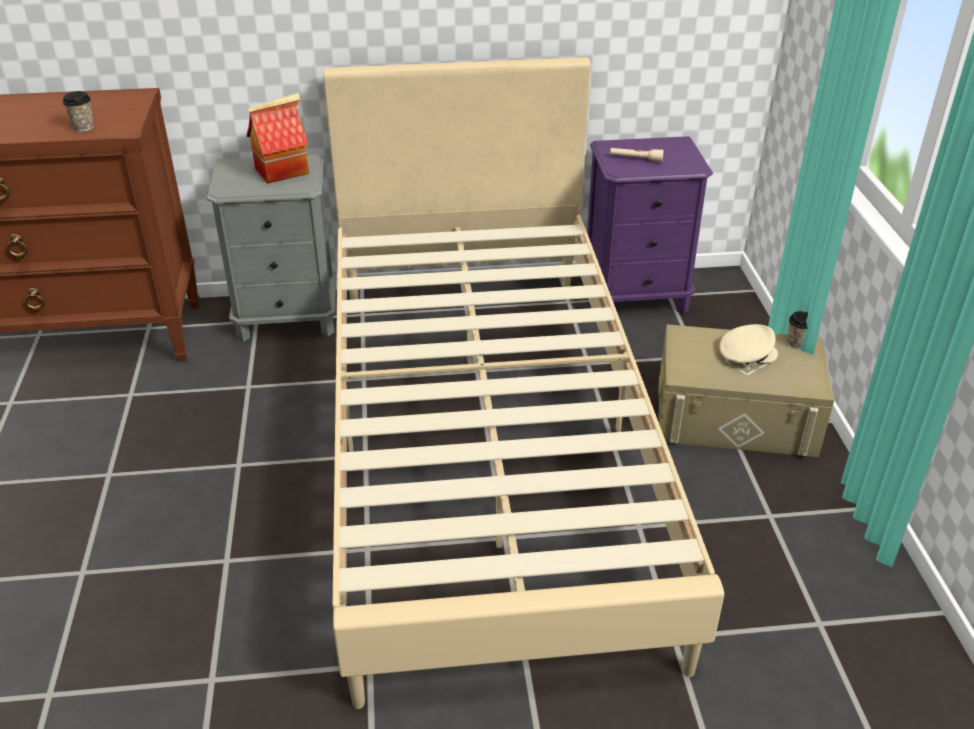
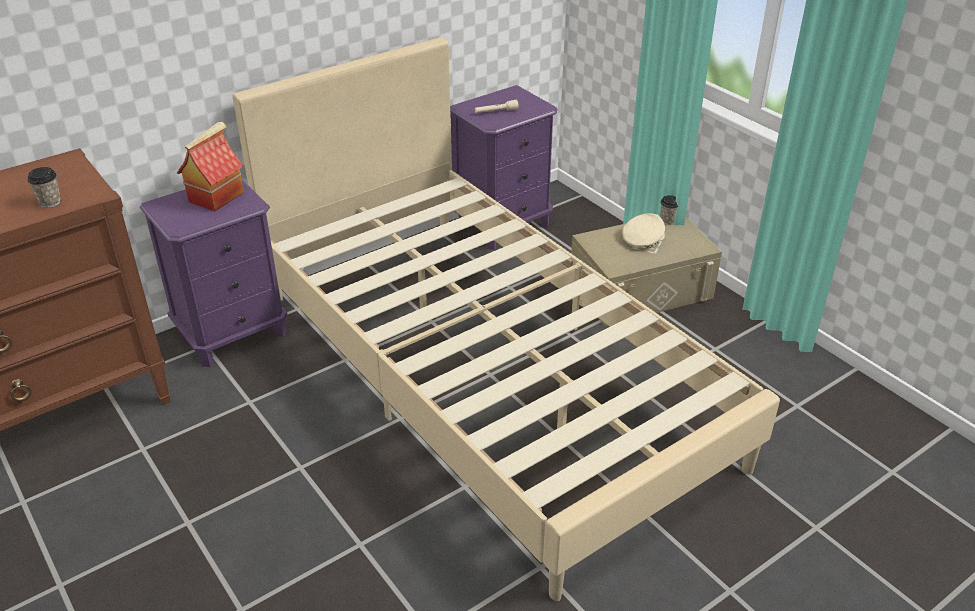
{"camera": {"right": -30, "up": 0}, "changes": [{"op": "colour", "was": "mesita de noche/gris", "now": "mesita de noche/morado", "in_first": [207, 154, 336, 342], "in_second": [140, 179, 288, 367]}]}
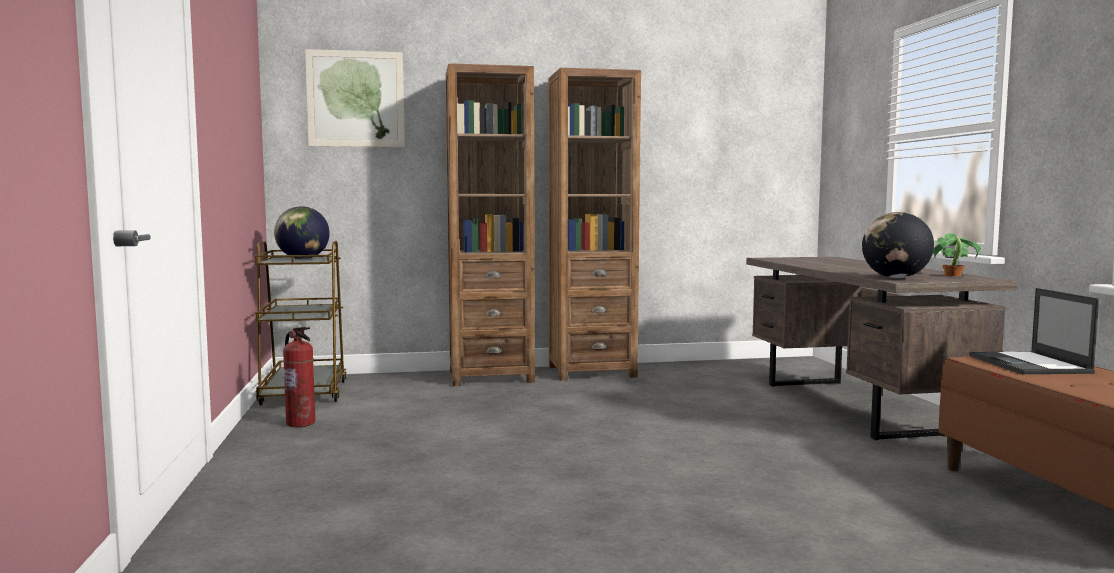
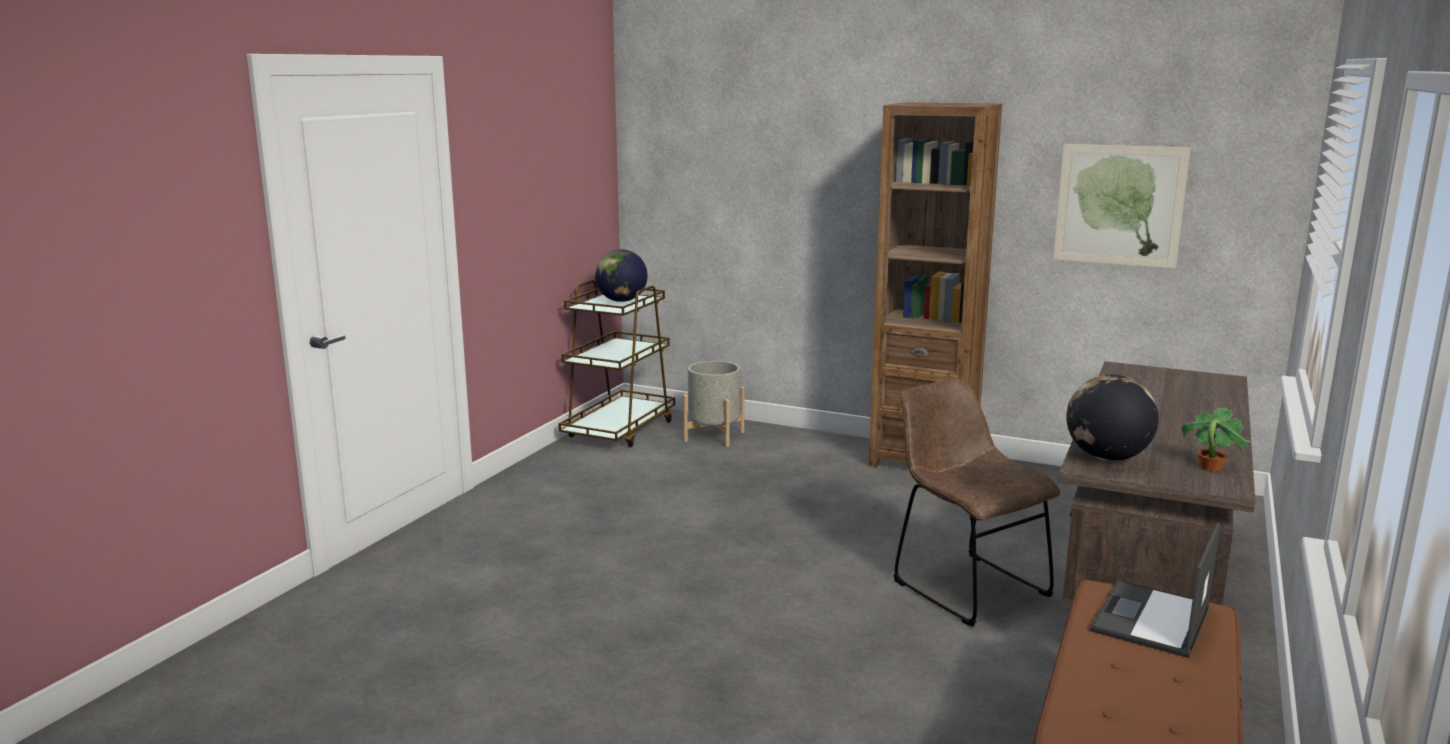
{"camera": {"right": 35, "up": 10}, "changes": [{"op": "missing", "was": "extintor", "in_first": [283, 327, 315, 427]}, {"op": "relocated", "was": "cuadro", "in_first": [305, 49, 405, 147], "in_second": [1053, 144, 1191, 268]}, {"op": "missing", "was": "estantería/marrón", "in_first": [445, 63, 535, 386]}, {"op": "appeared", "now": "maceta/gris", "in_second": [683, 361, 744, 447]}, {"op": "appeared", "now": "silla/marrón", "in_second": [893, 378, 1060, 627]}]}
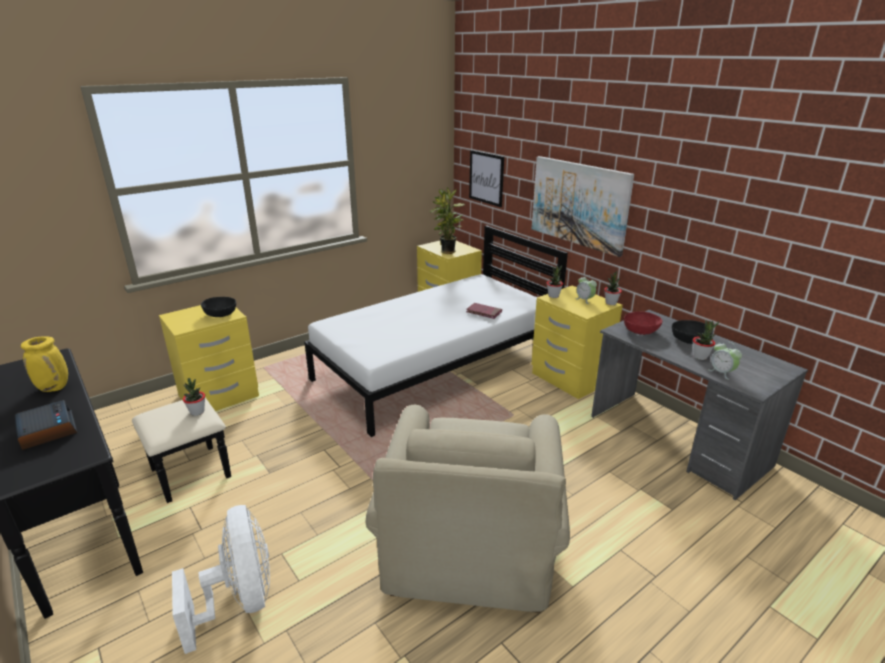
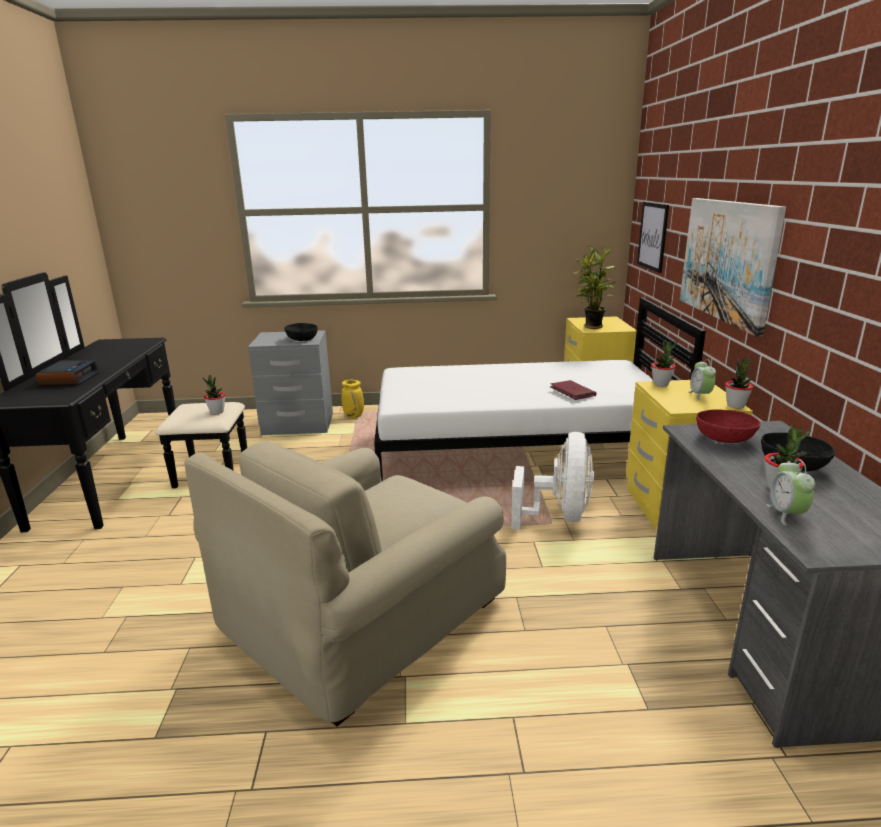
{"camera": {"right": 35, "up": -5}, "changes": [{"op": "relocated", "was": "florero/amarillo", "in_first": [21, 336, 68, 392], "in_second": [341, 380, 364, 418]}, {"op": "colour", "was": "mesita de noche/amarillo", "now": "mesita de noche/gris", "in_first": [159, 305, 259, 411], "in_second": [248, 330, 333, 435]}, {"op": "relocated", "was": "ventilador/blanco", "in_first": [172, 505, 270, 654], "in_second": [511, 432, 594, 530]}]}
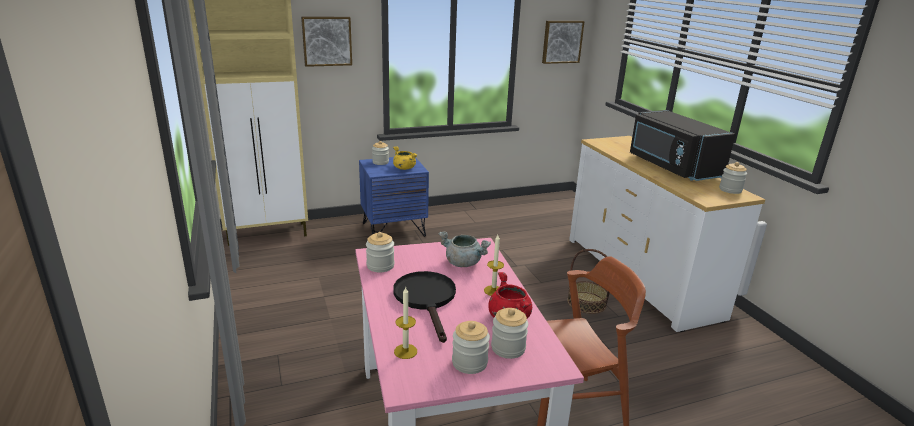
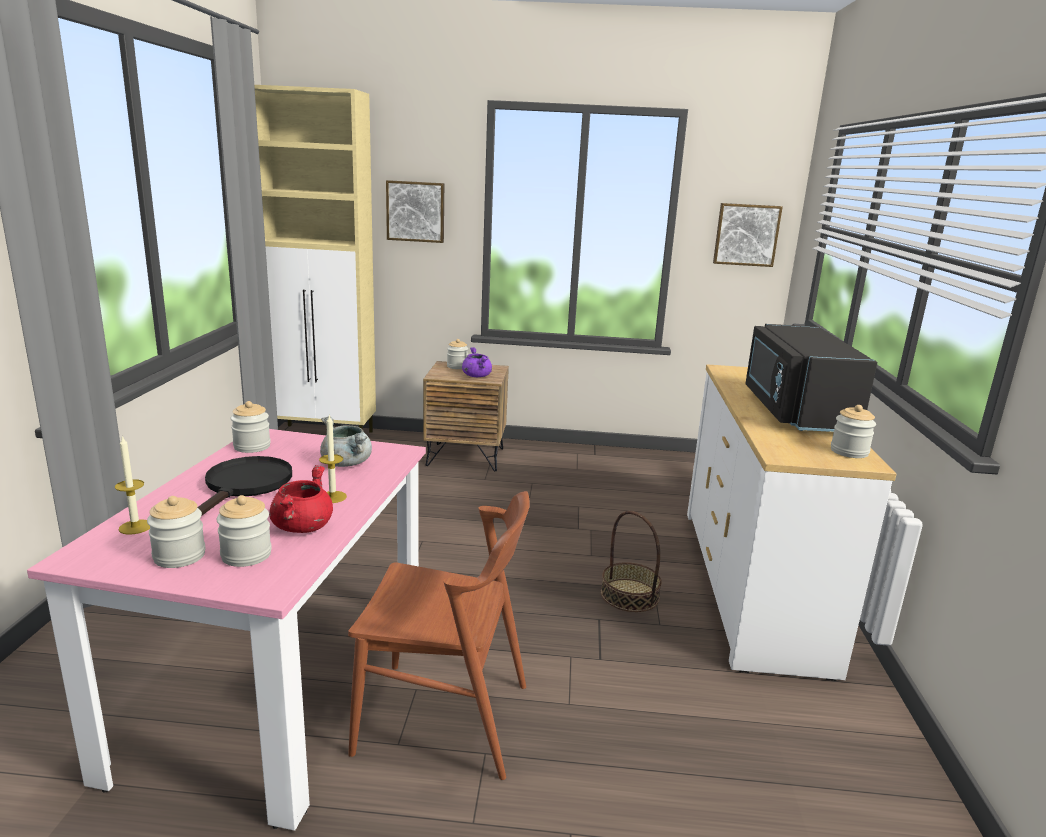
{"camera": {"right": 25, "up": -5}, "changes": [{"op": "colour", "was": "mesita de noche/azul", "now": "mesita de noche/marrón", "in_first": [359, 157, 429, 237], "in_second": [423, 361, 509, 472]}, {"op": "colour", "was": "olla/amarillo", "now": "olla/morado", "in_first": [393, 146, 418, 170], "in_second": [462, 347, 492, 377]}]}
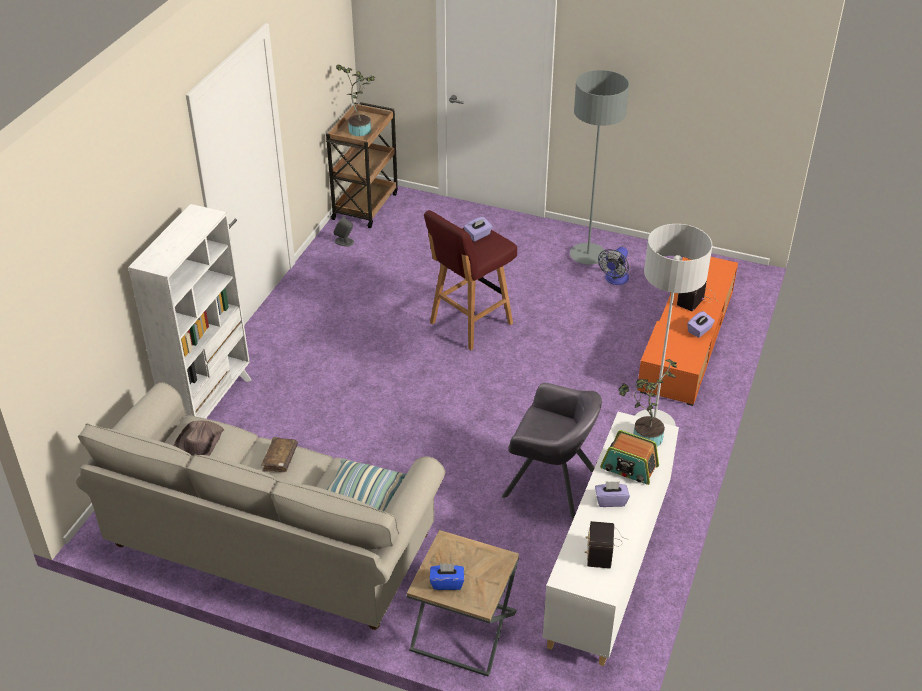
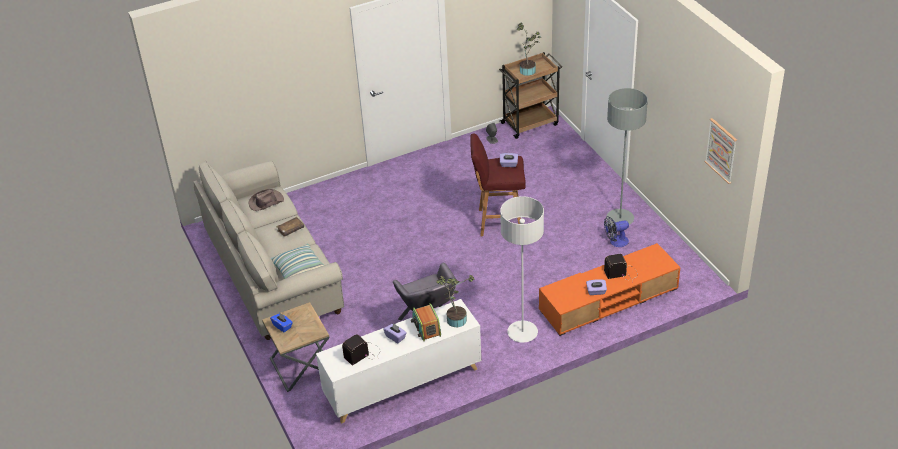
{"camera": {"right": 45, "up": 0}, "changes": [{"op": "missing", "was": "estantería/blanco", "in_first": [128, 204, 252, 419]}, {"op": "appeared", "now": "cuadro", "in_second": [705, 118, 737, 184]}]}
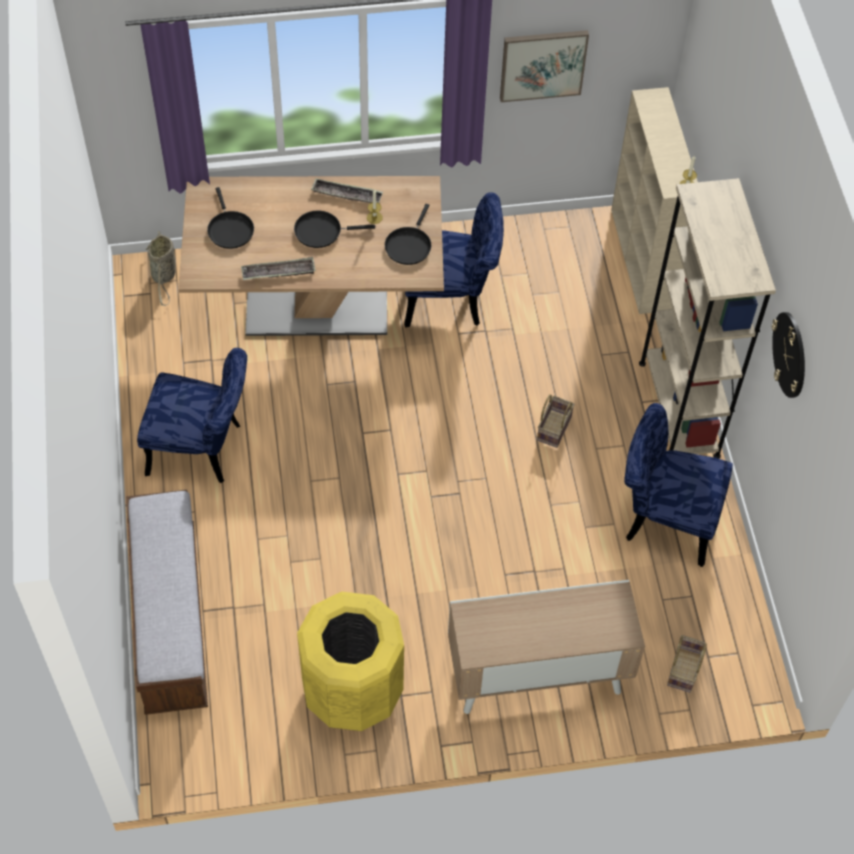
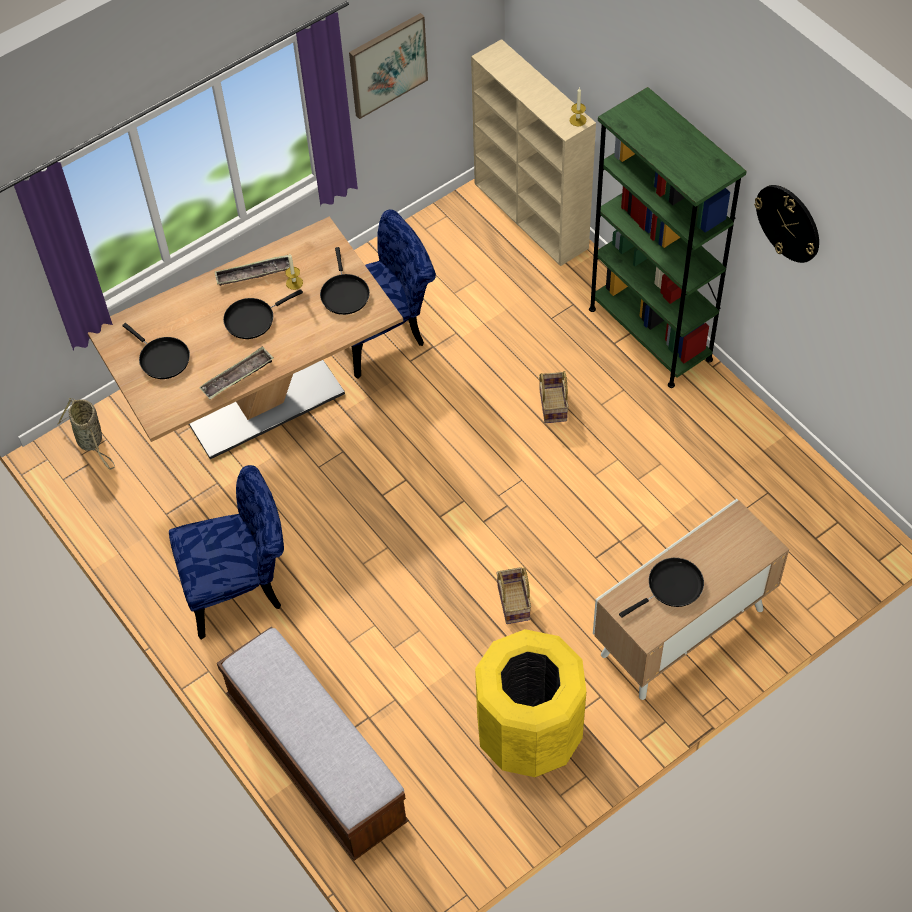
{"camera": {"right": -25, "up": 0}, "changes": [{"op": "missing", "was": "silla/azul", "in_first": [624, 403, 733, 567]}, {"op": "colour", "was": "estantería/beis", "now": "estantería/verde", "in_first": [639, 178, 776, 459], "in_second": [589, 87, 747, 388]}, {"op": "relocated", "was": "cesta", "in_first": [667, 635, 707, 693], "in_second": [496, 567, 531, 624]}, {"op": "appeared", "now": "sartén/negro", "in_second": [619, 558, 704, 618]}]}
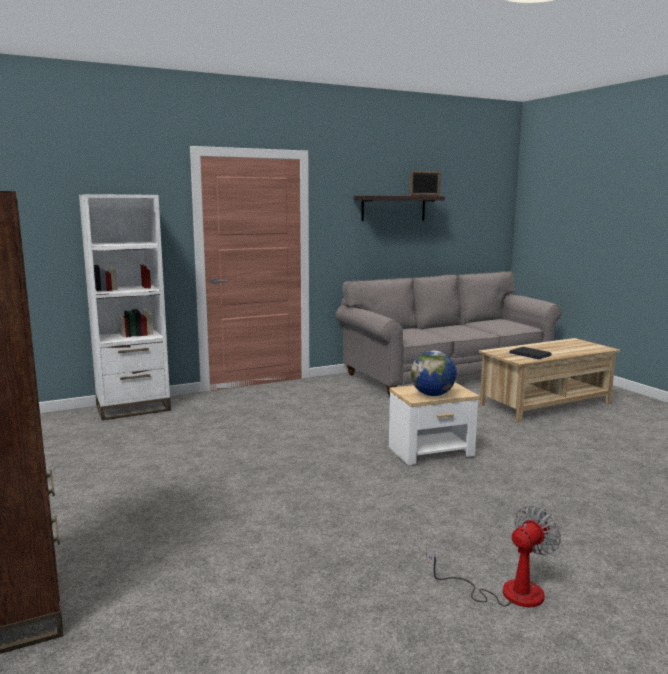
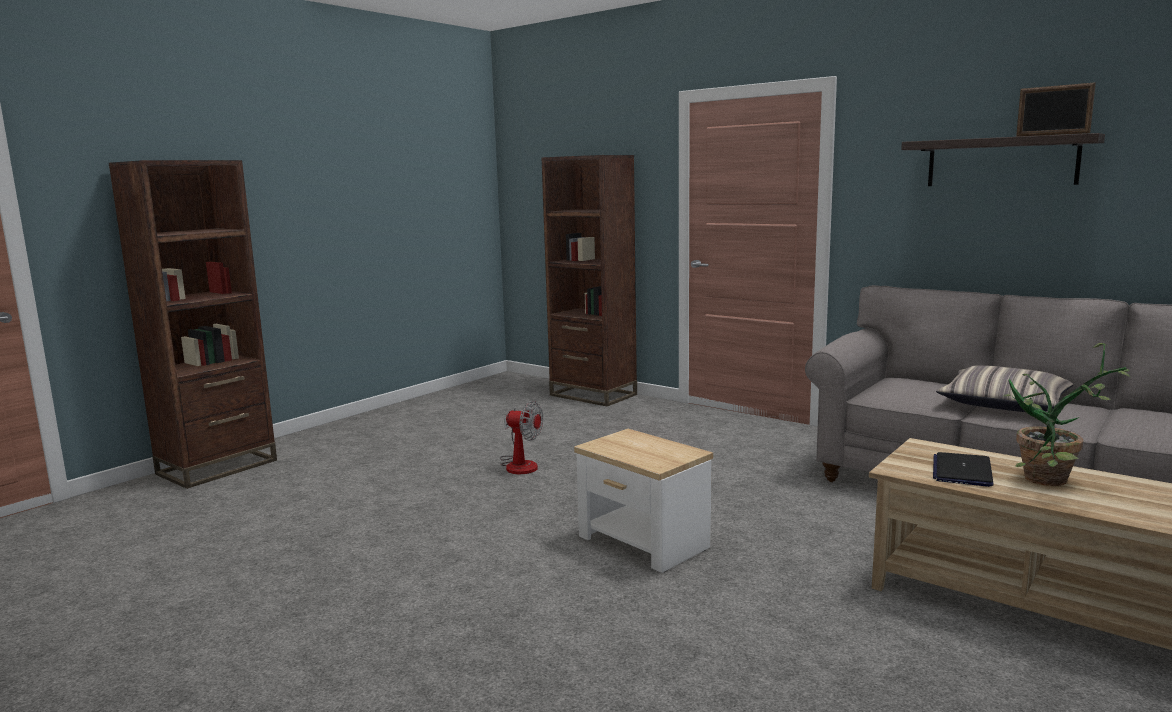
{"camera": {"right": 65, "up": 0}, "changes": [{"op": "colour", "was": "estantería/blanco", "now": "estantería/marrón", "in_first": [79, 194, 171, 421], "in_second": [542, 155, 637, 406]}, {"op": "missing", "was": "globo terráqueo", "in_first": [411, 351, 457, 396]}, {"op": "relocated", "was": "ventilador", "in_first": [426, 505, 561, 607], "in_second": [500, 401, 543, 474]}, {"op": "appeared", "now": "cojín", "in_second": [936, 365, 1073, 412]}, {"op": "appeared", "now": "planta en maceta", "in_second": [1004, 343, 1131, 486]}]}
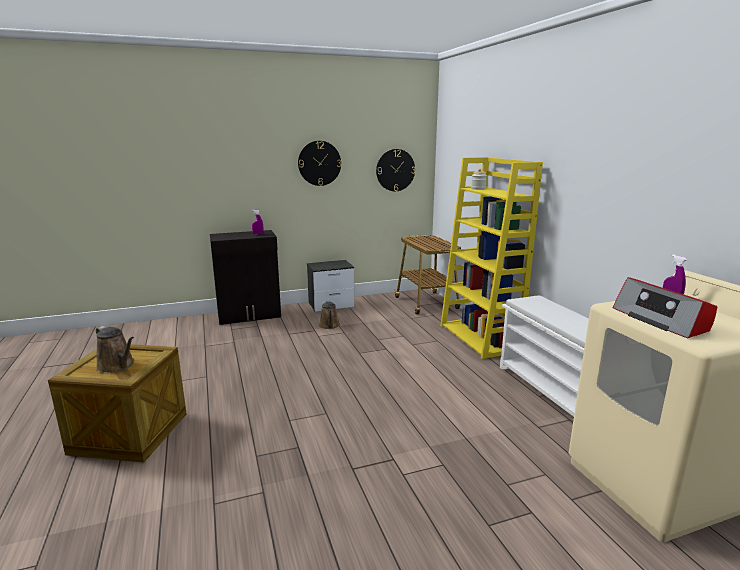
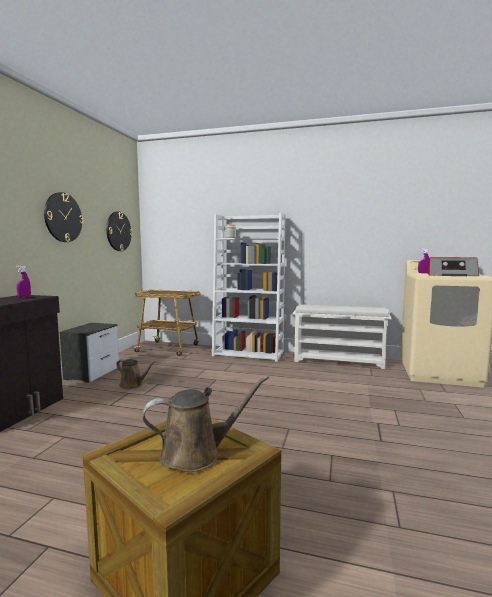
{"camera": {"right": -55, "up": -10}, "changes": [{"op": "colour", "was": "estantería/amarillo", "now": "estantería/blanco", "in_first": [440, 157, 543, 359], "in_second": [212, 213, 286, 362]}]}
